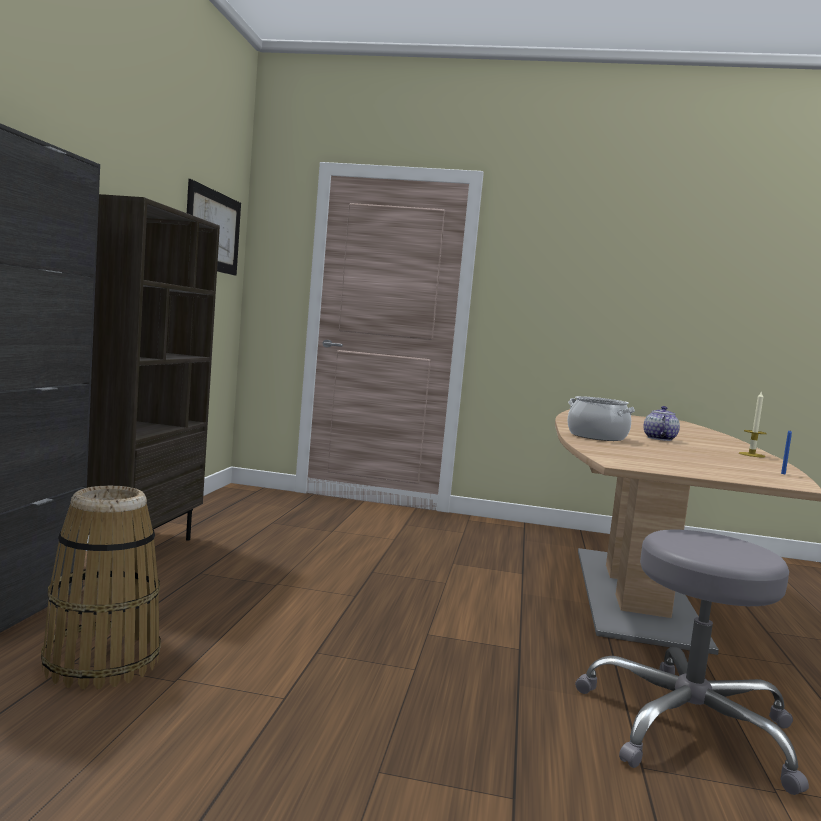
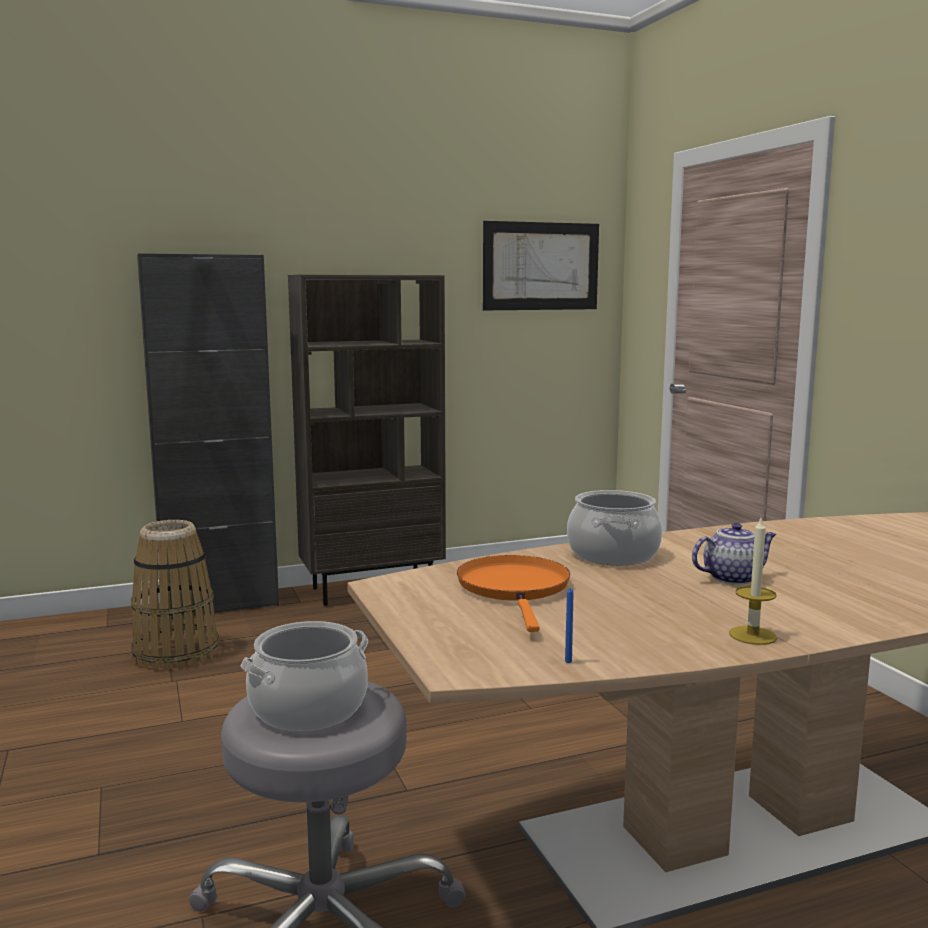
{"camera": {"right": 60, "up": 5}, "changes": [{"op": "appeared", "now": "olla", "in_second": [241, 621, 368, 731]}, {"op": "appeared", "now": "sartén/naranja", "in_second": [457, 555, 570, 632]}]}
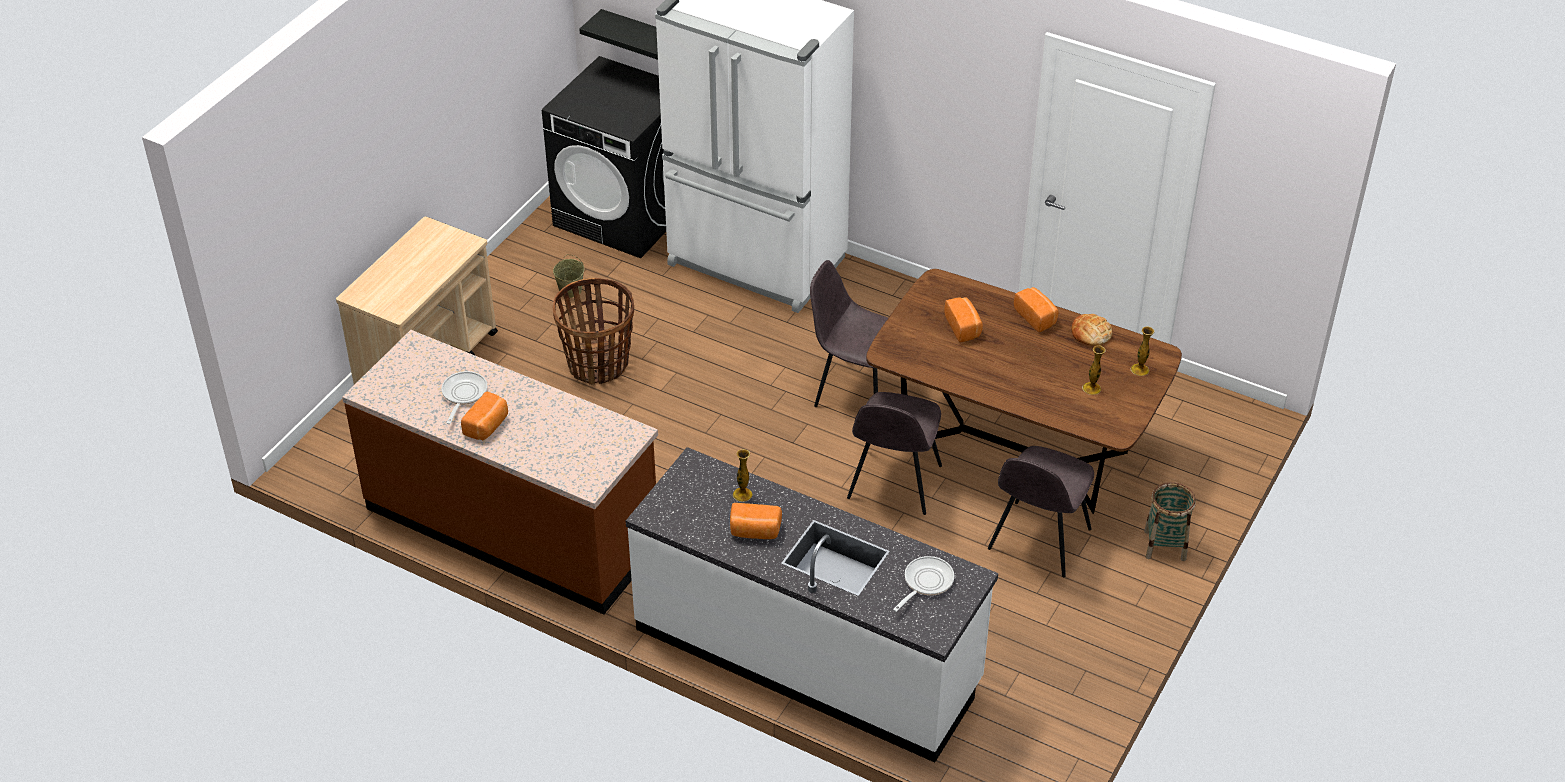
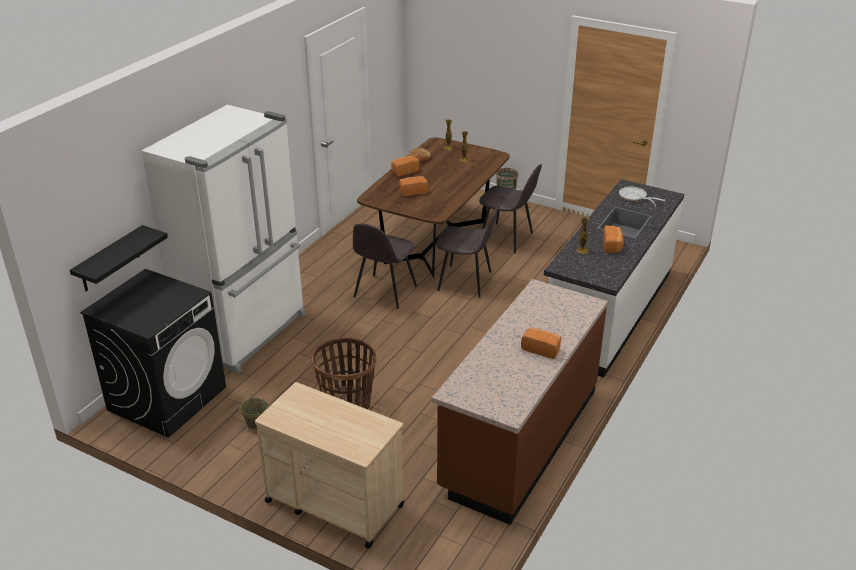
{"camera": {"right": -90, "up": -10}, "changes": [{"op": "missing", "was": "sartén", "in_first": [442, 371, 487, 424]}]}
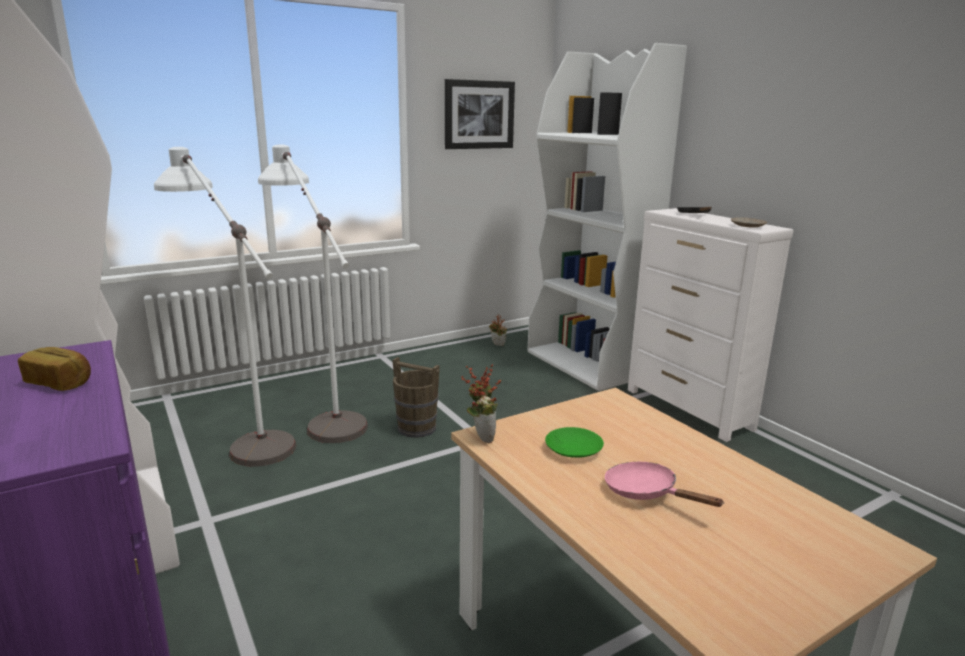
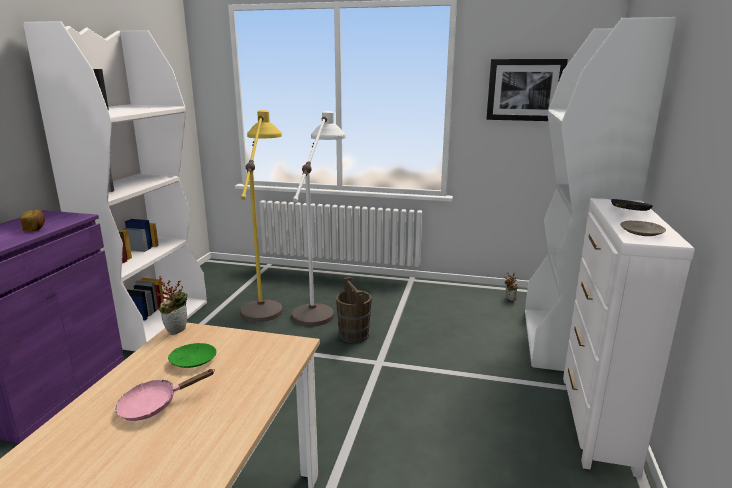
{"camera": {"right": 45, "up": 0}, "changes": [{"op": "colour", "was": "lámpara de pie/blanco", "now": "lámpara de pie/amarillo", "in_first": [154, 147, 296, 467], "in_second": [240, 110, 283, 322]}, {"op": "spun", "was": "sartén/rosa", "in_first": [605, 462, 724, 507], "in_second": [116, 369, 215, 421], "clockwise": -120}]}
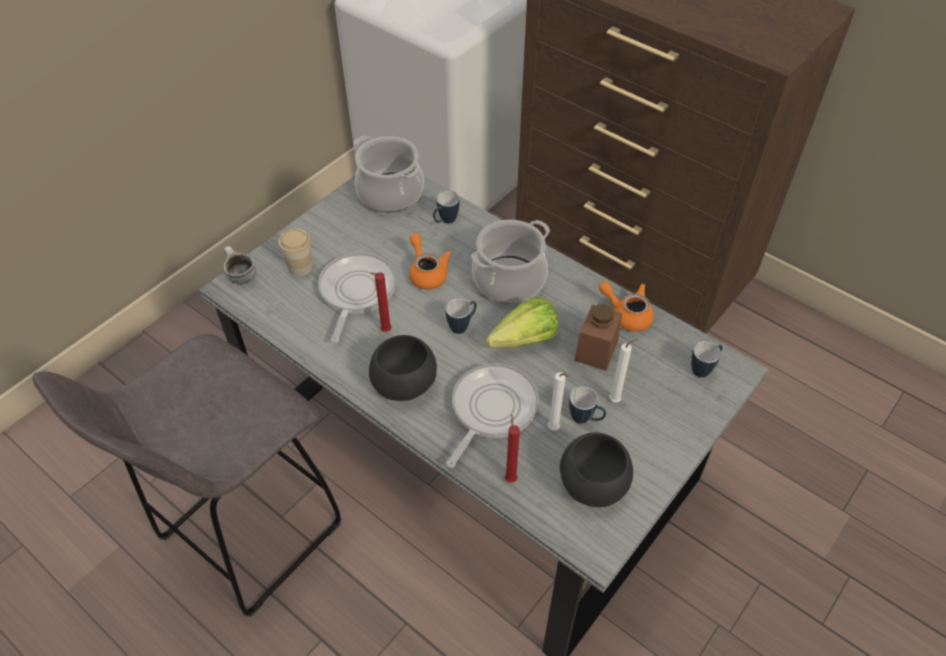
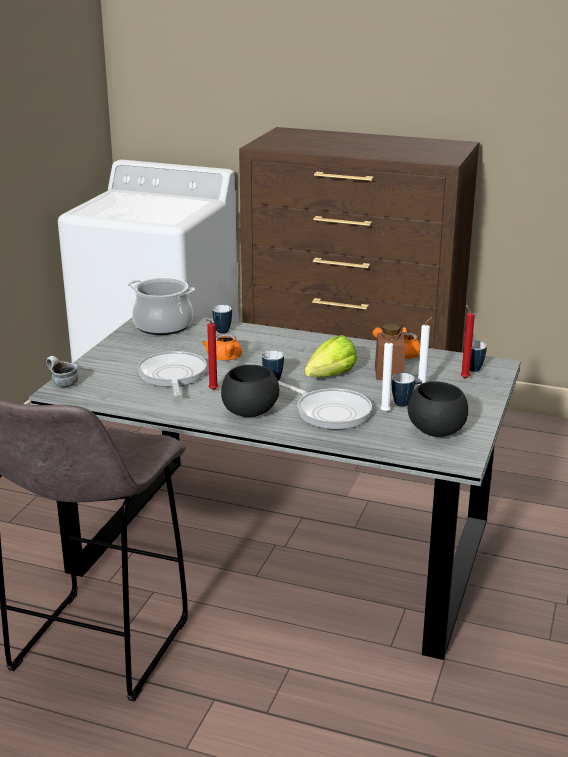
{"camera": {"right": -20, "up": -25}, "changes": [{"op": "missing", "was": "taza", "in_first": [278, 229, 313, 277]}, {"op": "spun", "was": "tetera/naranja", "in_first": [409, 233, 452, 290], "in_second": [202, 334, 242, 360], "clockwise": -150}, {"op": "spun", "was": "sartén", "in_first": [447, 364, 539, 468], "in_second": [278, 381, 372, 429], "clockwise": 120}, {"op": "missing", "was": "olla", "in_first": [471, 220, 550, 303]}, {"op": "relocated", "was": "vela/rojo", "in_first": [505, 414, 520, 483], "in_second": [461, 304, 475, 379]}]}
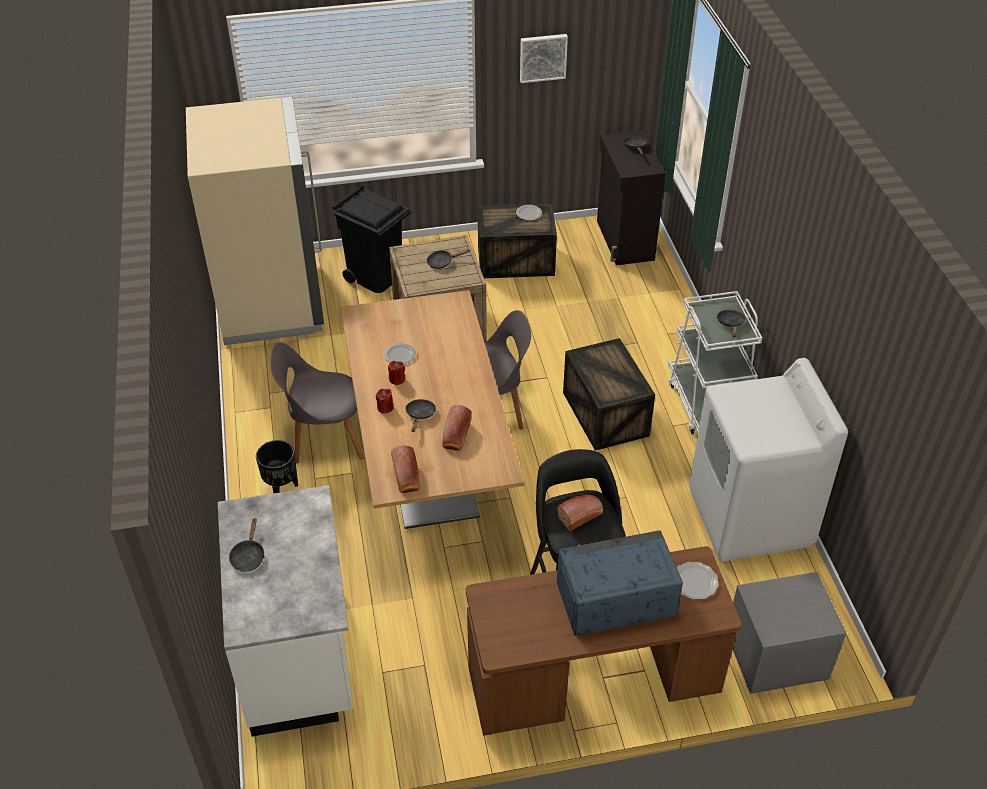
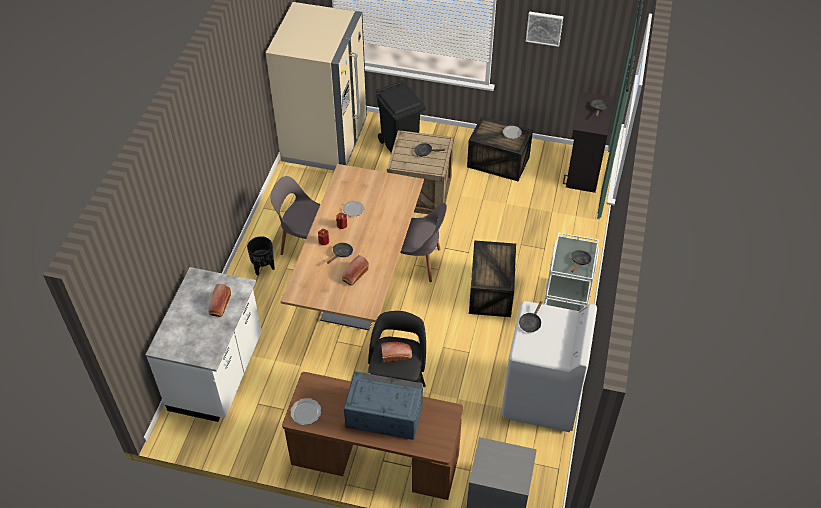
{"camera": {"right": 25, "up": 5}, "changes": [{"op": "relocated", "was": "sartén/negro", "in_first": [229, 518, 265, 572], "in_second": [519, 301, 542, 333]}, {"op": "relocated", "was": "pan", "in_first": [391, 446, 420, 493], "in_second": [209, 284, 231, 317]}, {"op": "relocated", "was": "plato", "in_first": [677, 562, 719, 599], "in_second": [291, 398, 321, 425]}]}
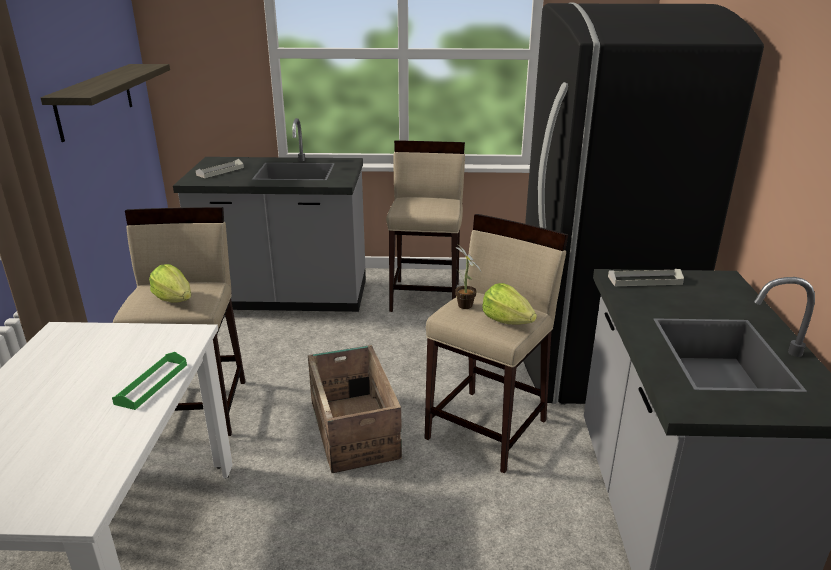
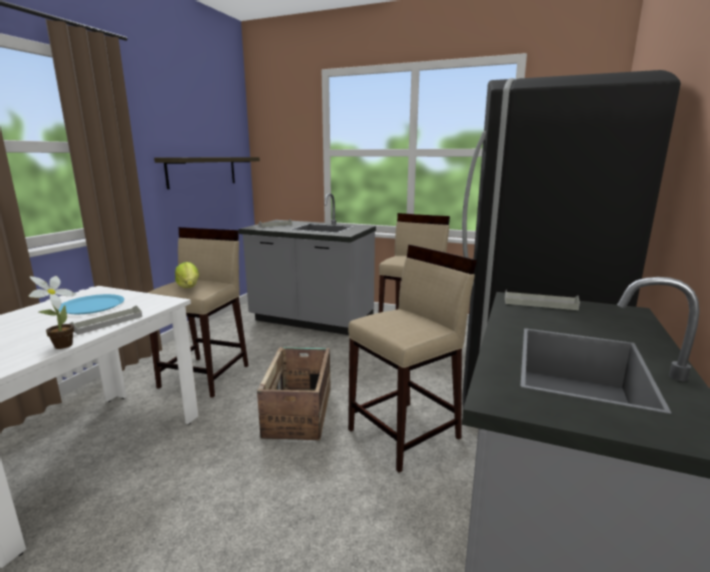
{"camera": {"right": 20, "up": -10}, "changes": [{"op": "colour", "was": "bandeja/verde", "now": "bandeja/gris", "in_first": [112, 352, 187, 410], "in_second": [70, 305, 142, 335]}, {"op": "relocated", "was": "planta en maceta", "in_first": [455, 243, 482, 309], "in_second": [28, 276, 76, 349]}, {"op": "missing", "was": "lechuga", "in_first": [482, 283, 537, 325]}, {"op": "appeared", "now": "plato/azul", "in_second": [58, 294, 124, 314]}]}
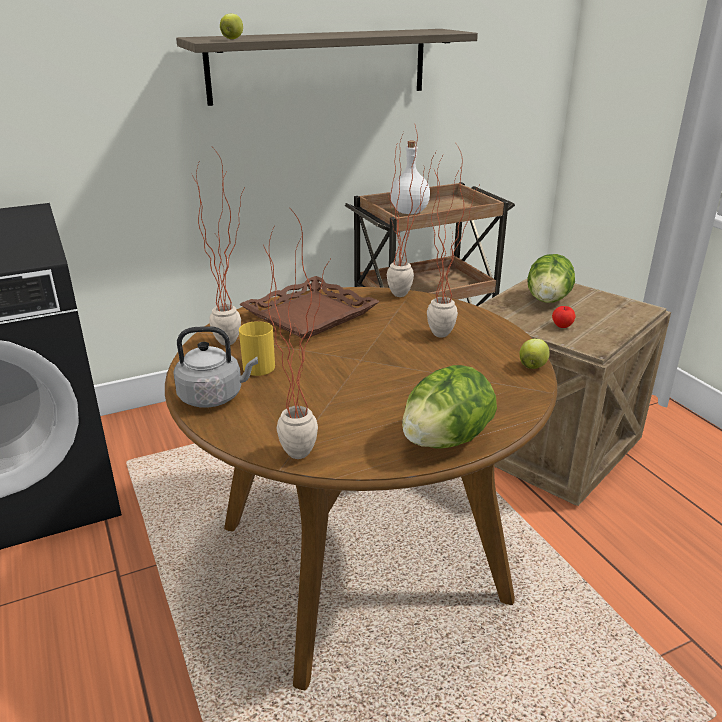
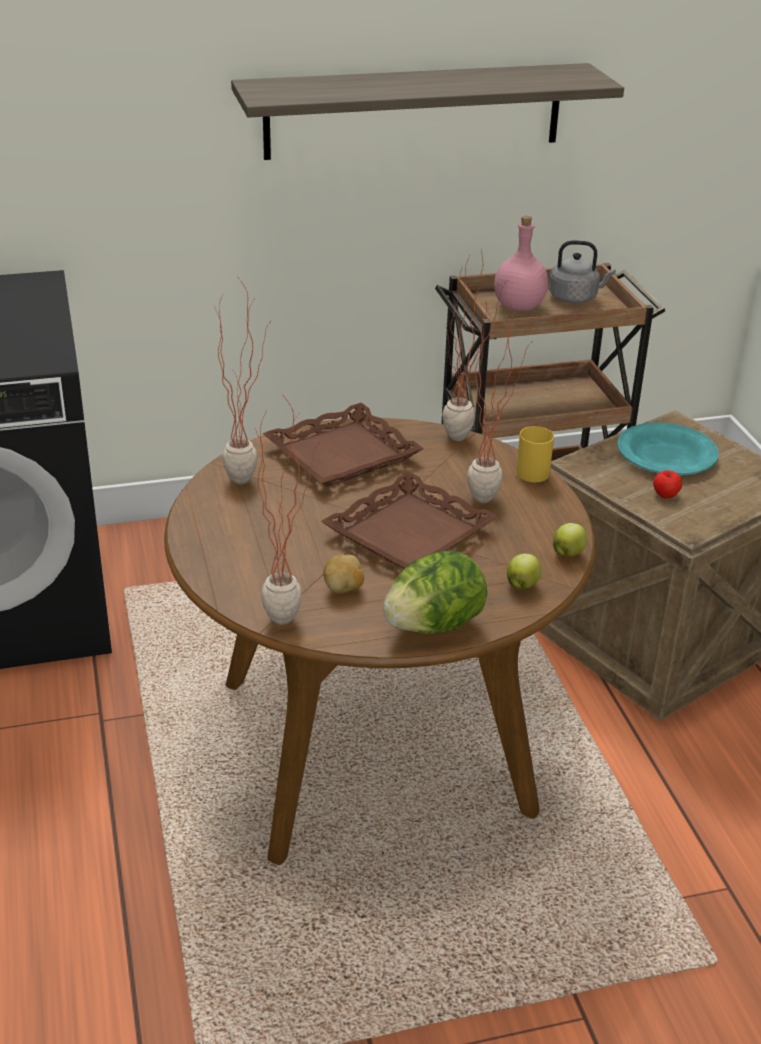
{"camera": {"right": 10, "up": 5}, "changes": [{"op": "relocated", "was": "hervidor/gris", "in_first": [173, 326, 258, 408], "in_second": [549, 240, 616, 303]}, {"op": "relocated", "was": "manzana", "in_first": [220, 14, 243, 39], "in_second": [507, 553, 541, 589]}, {"op": "relocated", "was": "taza grande/amarillo", "in_first": [239, 321, 275, 376], "in_second": [517, 426, 554, 483]}, {"op": "colour", "was": "botella/blanco", "now": "botella/rosa", "in_first": [390, 141, 430, 214], "in_second": [494, 216, 548, 311]}, {"op": "exchanged", "was": "lechuga", "now": "plato/turquesa", "in_first": [527, 254, 575, 303], "in_second": [617, 422, 719, 475]}, {"op": "appeared", "now": "bandeja/marrón", "in_second": [321, 472, 499, 569]}, {"op": "appeared", "now": "patata", "in_second": [323, 554, 364, 594]}]}
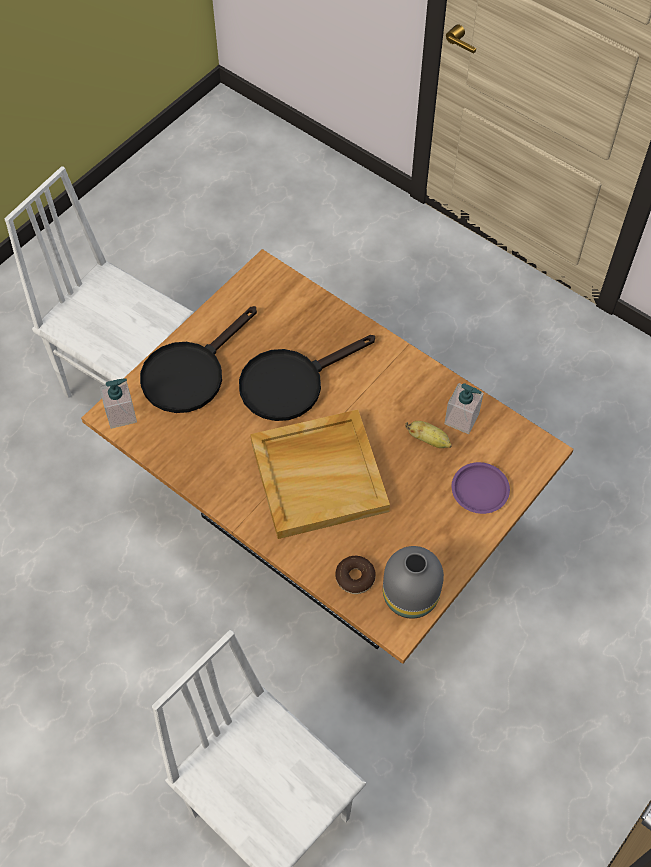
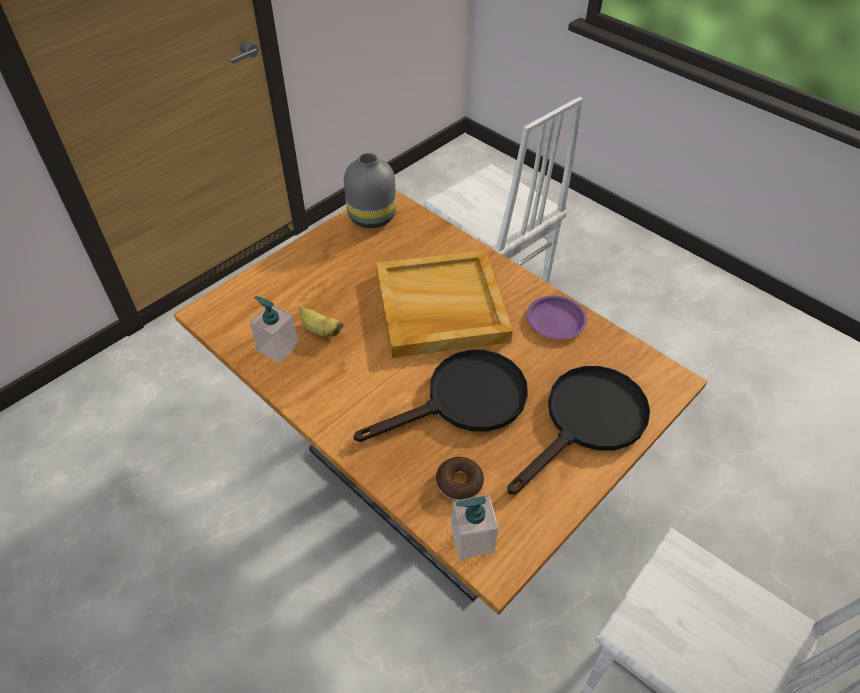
{"camera": {"right": -175, "up": -10}, "changes": [{"op": "relocated", "was": "dispensador de jabón", "in_first": [100, 379, 137, 429], "in_second": [451, 495, 498, 560]}, {"op": "relocated", "was": "rosquilla", "in_first": [335, 556, 376, 594], "in_second": [436, 457, 484, 501]}, {"op": "relocated", "was": "plato/morado", "in_first": [452, 462, 510, 514], "in_second": [527, 295, 587, 339]}]}
